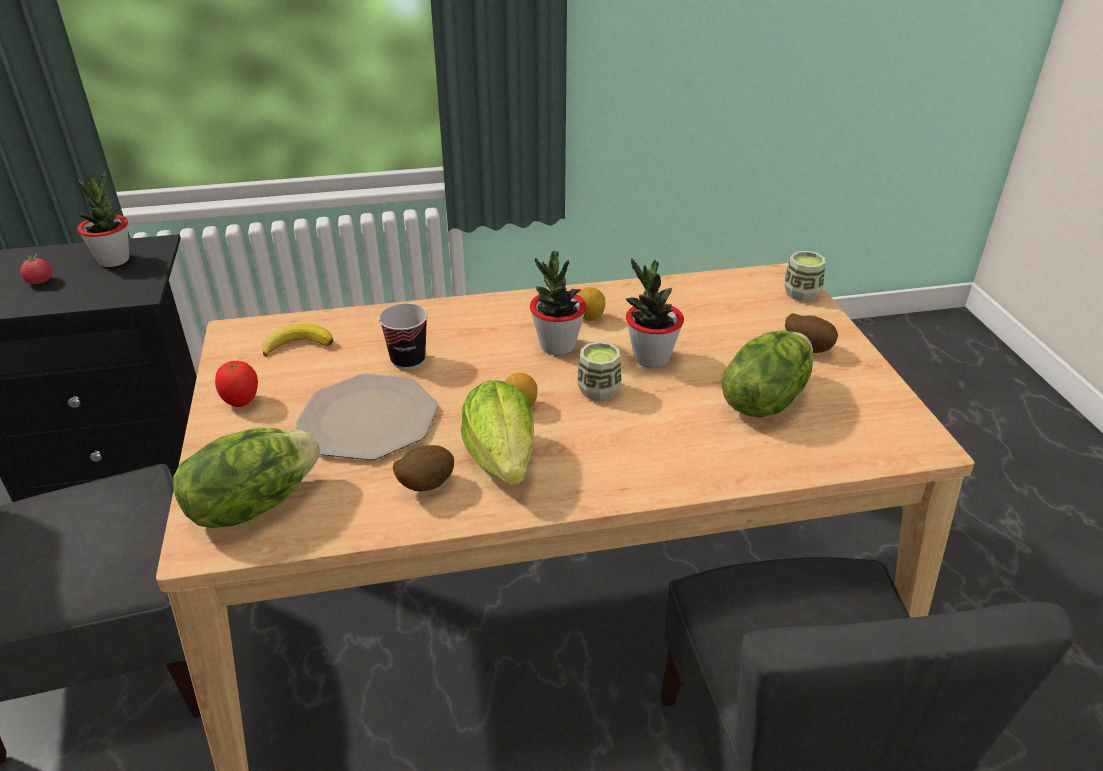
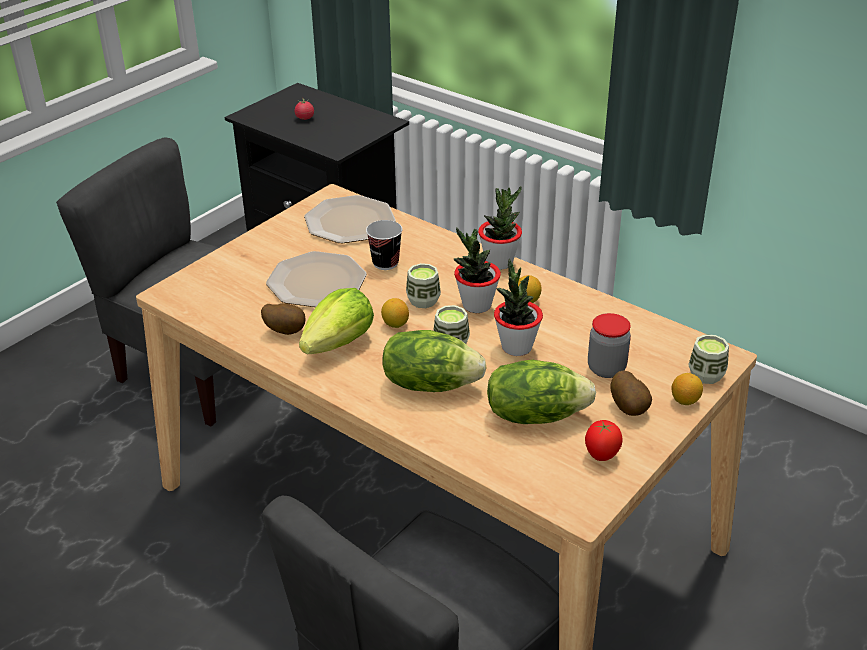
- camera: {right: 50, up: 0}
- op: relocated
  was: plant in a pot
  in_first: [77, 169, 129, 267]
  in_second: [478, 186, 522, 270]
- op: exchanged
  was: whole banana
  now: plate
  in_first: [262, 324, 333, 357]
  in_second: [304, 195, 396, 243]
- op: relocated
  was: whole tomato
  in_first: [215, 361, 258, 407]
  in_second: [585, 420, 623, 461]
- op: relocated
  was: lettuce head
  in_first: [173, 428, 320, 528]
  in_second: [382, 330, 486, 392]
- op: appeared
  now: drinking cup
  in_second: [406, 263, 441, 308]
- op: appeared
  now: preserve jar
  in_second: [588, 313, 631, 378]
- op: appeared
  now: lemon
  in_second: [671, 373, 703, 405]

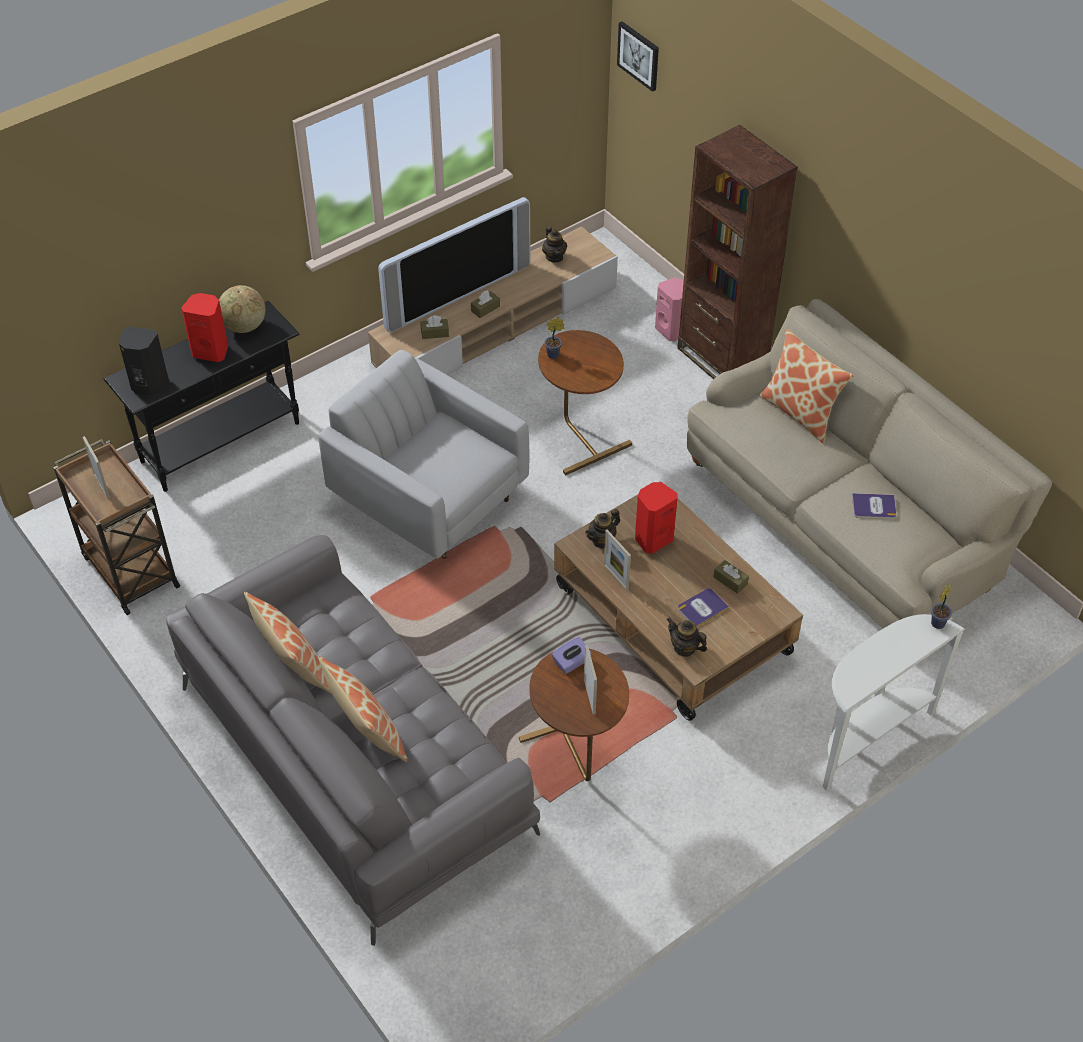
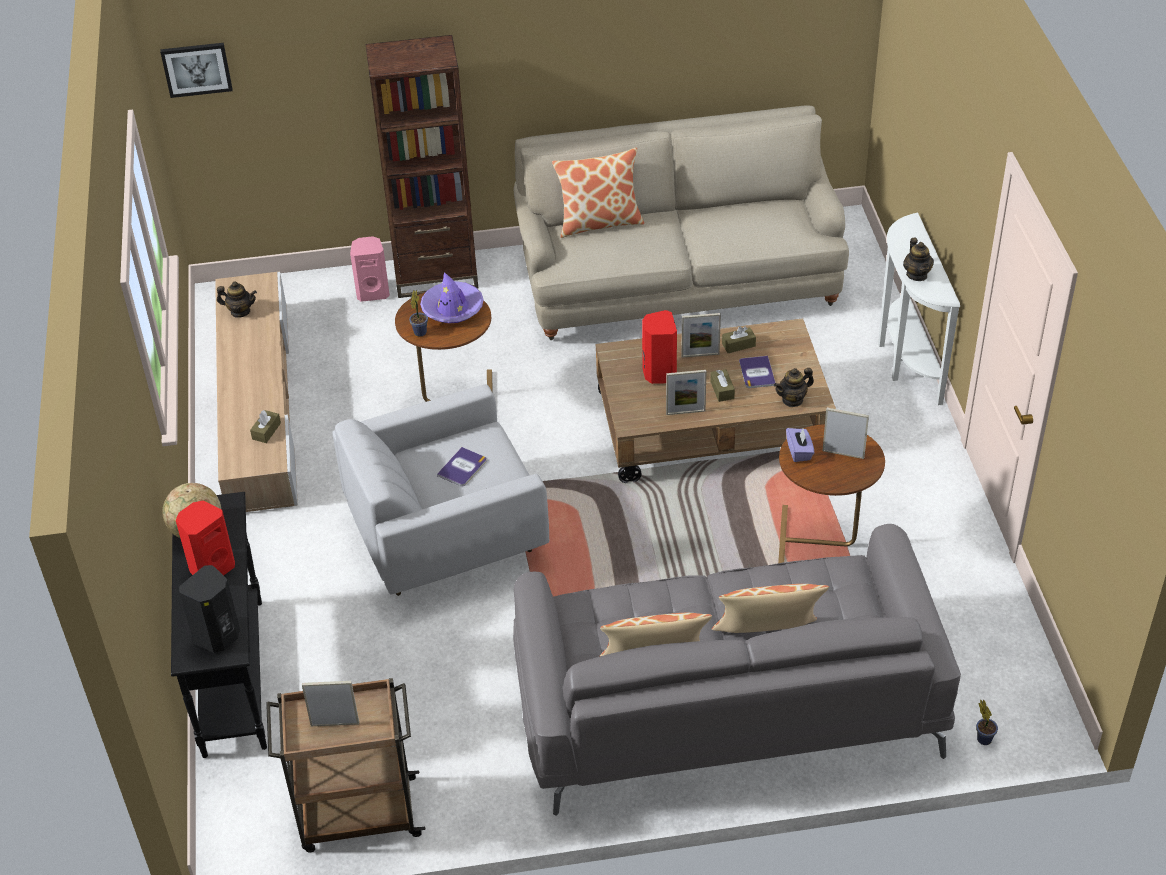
- camera: {right: -60, up: -5}
- op: missing
  was: television
  in_first: [378, 197, 530, 332]
- op: relocated
  was: brown-coloured tissue holder
  in_first: [471, 291, 500, 318]
  in_second: [710, 369, 735, 402]
- op: relocated
  was: bound book
  in_first: [852, 493, 896, 519]
  in_second: [437, 447, 487, 486]
- op: relocated
  was: teapot
  in_first: [585, 509, 620, 549]
  in_second: [903, 237, 934, 281]
- op: relocated
  was: plant in a pot
  in_first: [931, 584, 952, 629]
  in_second: [976, 700, 998, 745]
- op: appeared
  now: purple wearable hat
  in_second: [420, 272, 484, 324]
- op: appeared
  now: photo frame
  in_second: [681, 313, 721, 358]

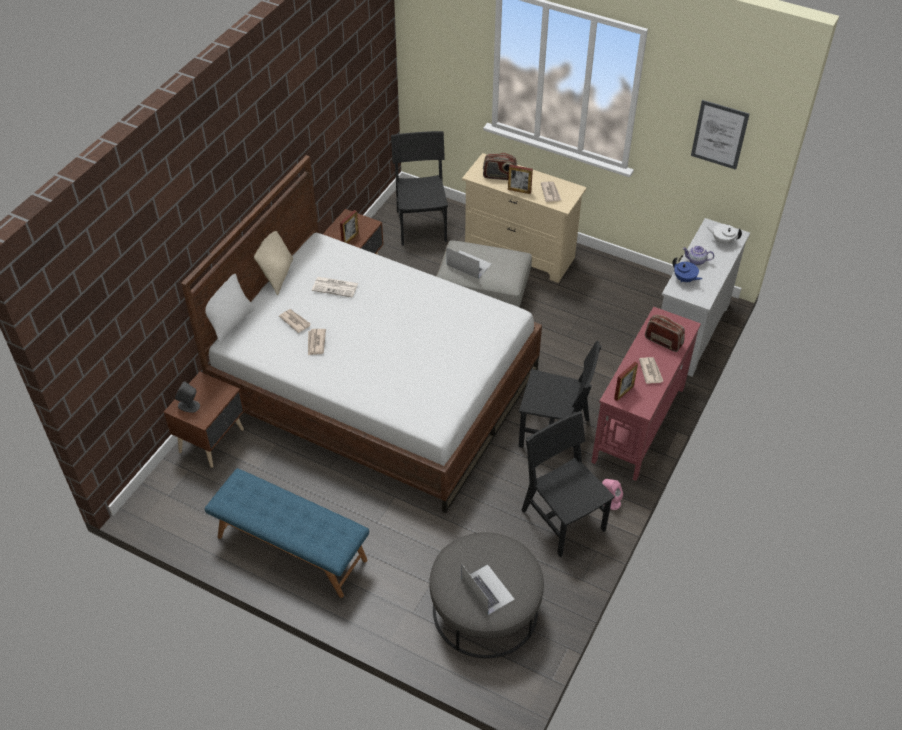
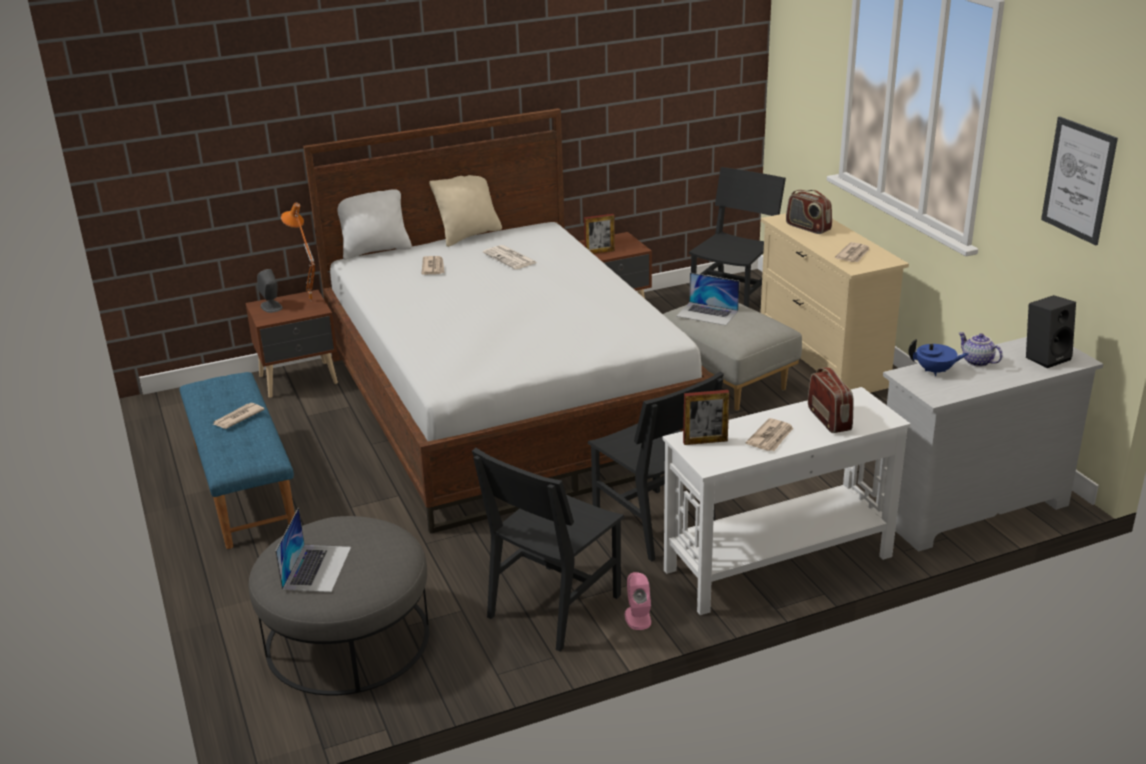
- camera: {right: 40, up: -20}
- op: missing
  was: photo frame
  in_first: [508, 165, 533, 194]
- op: exchanged
  was: whitish teapot
  now: blackish loudspeaker
  in_first: [707, 224, 742, 244]
  in_second: [1026, 295, 1076, 368]
- op: spun
  was: notebook computer
  in_first: [447, 248, 491, 279]
  in_second: [676, 273, 740, 325]
  clockwise: 135
- op: spun
  was: blue-coloured teapot
  in_first: [672, 257, 703, 282]
  in_second: [908, 339, 969, 376]
  clockwise: -75
- op: colour
  was: red-coloured narrow table
  now: whitish narrow table
  in_first: [591, 307, 701, 481]
  in_second: [663, 387, 910, 615]
- op: relocated
  was: newspaper
  in_first: [308, 329, 326, 355]
  in_second: [213, 403, 264, 429]
- op: spun
  was: blackish chair
  in_first: [521, 411, 615, 557]
  in_second: [472, 448, 625, 652]
  clockwise: -150
- op: appeared
  now: orange tabletop lamp
  in_second: [281, 203, 315, 301]

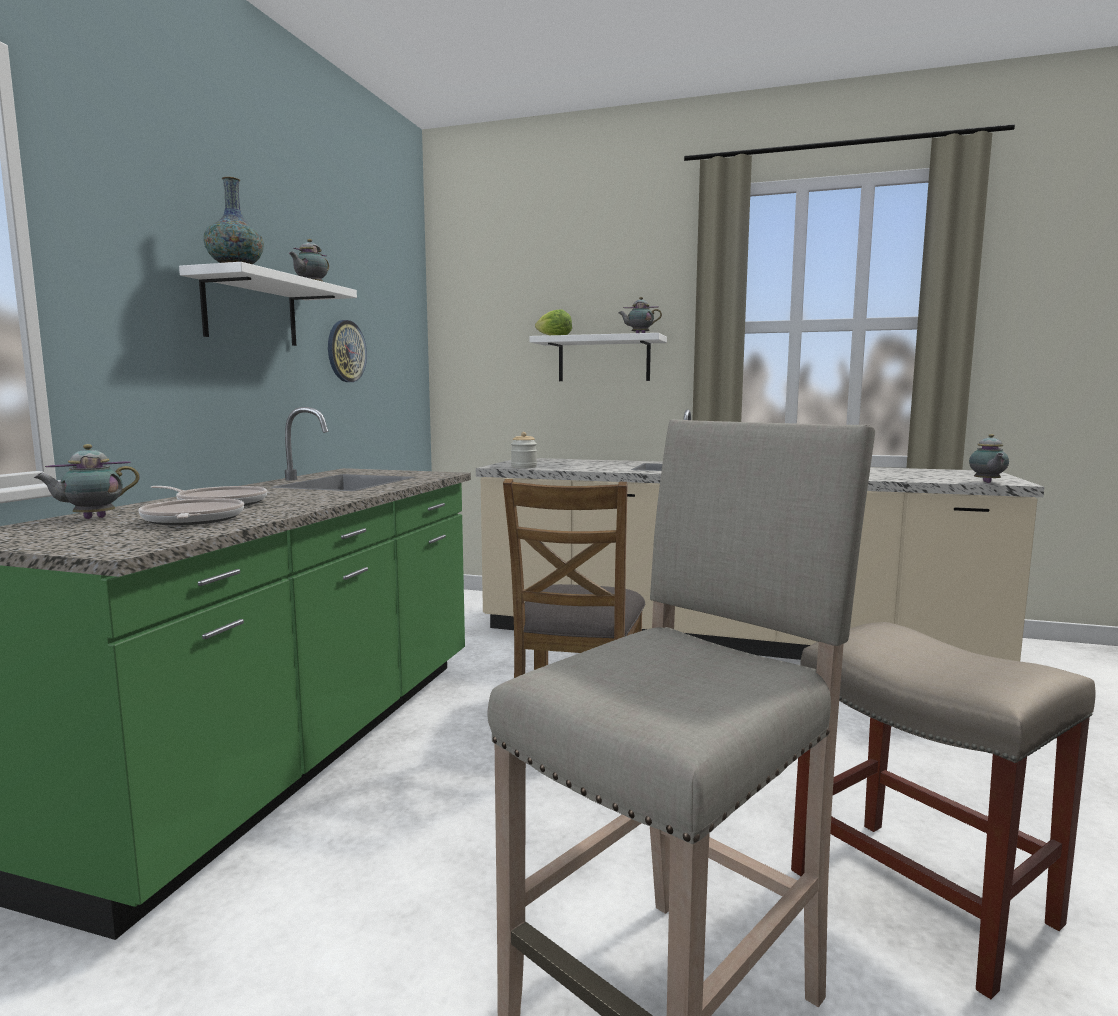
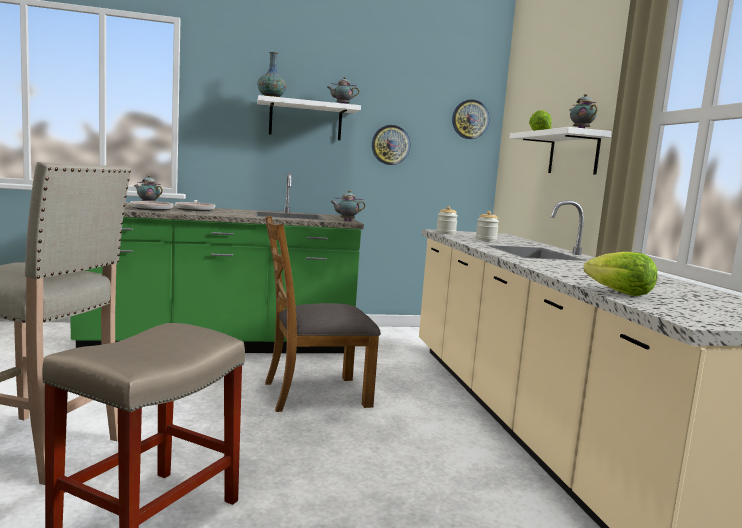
- camera: {right: 60, up: 0}
- op: relocated
  was: teapot
  in_first: [969, 434, 1009, 483]
  in_second: [330, 190, 366, 221]
- op: appeared
  now: wall clock
  in_second: [452, 99, 489, 139]
- op: appeared
  now: preserve jar
  in_second: [476, 211, 499, 241]
- op: appeared
  now: lettuce head
  in_second: [583, 251, 658, 296]

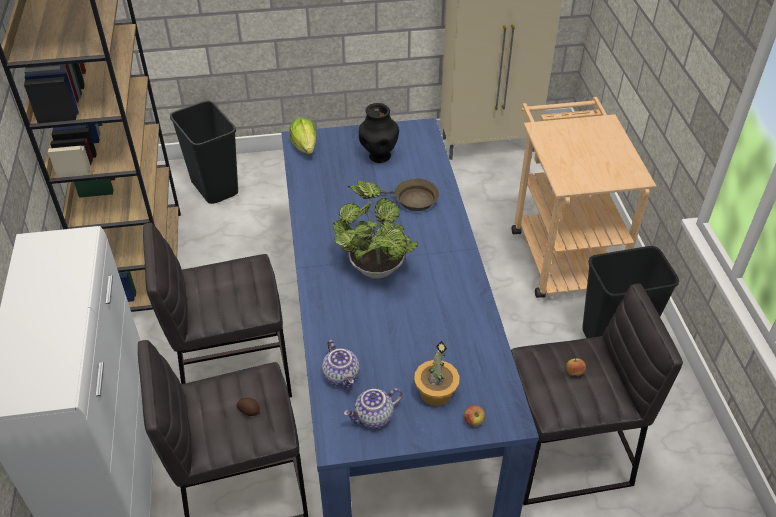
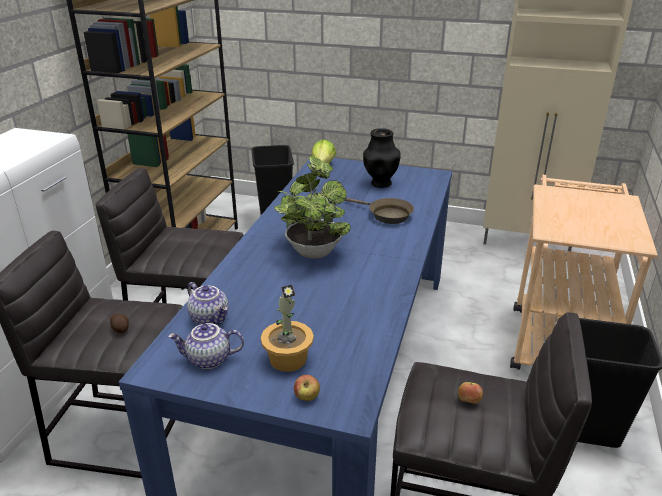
- camera: {right: 25, up: -15}
- op: spun
  was: teapot
  in_first: [322, 340, 360, 389]
  in_second: [187, 282, 228, 325]
  clockwise: -45

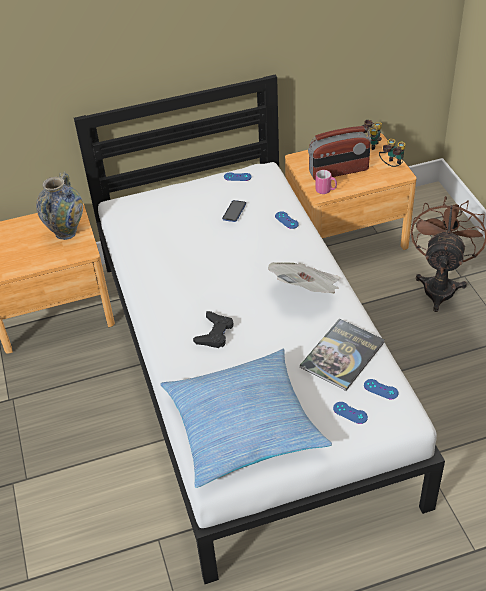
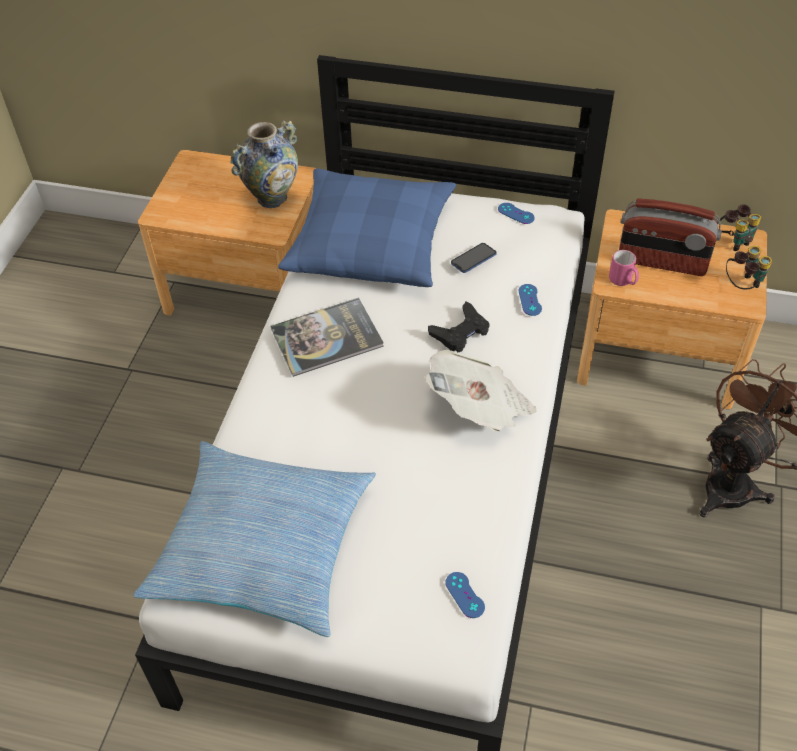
- camera: {right: 30, up: 5}
- op: relocated
  was: blackish game controller
  in_first: [193, 311, 234, 348]
  in_second: [428, 302, 490, 353]
- op: relocated
  was: bound book
  in_first: [300, 319, 385, 391]
  in_second: [271, 298, 384, 377]
- op: missing
  was: blue-coloured game controller
  in_first: [333, 402, 368, 424]
- op: appeared
  now: blue-coloured throw pillow
  in_second: [278, 168, 456, 287]

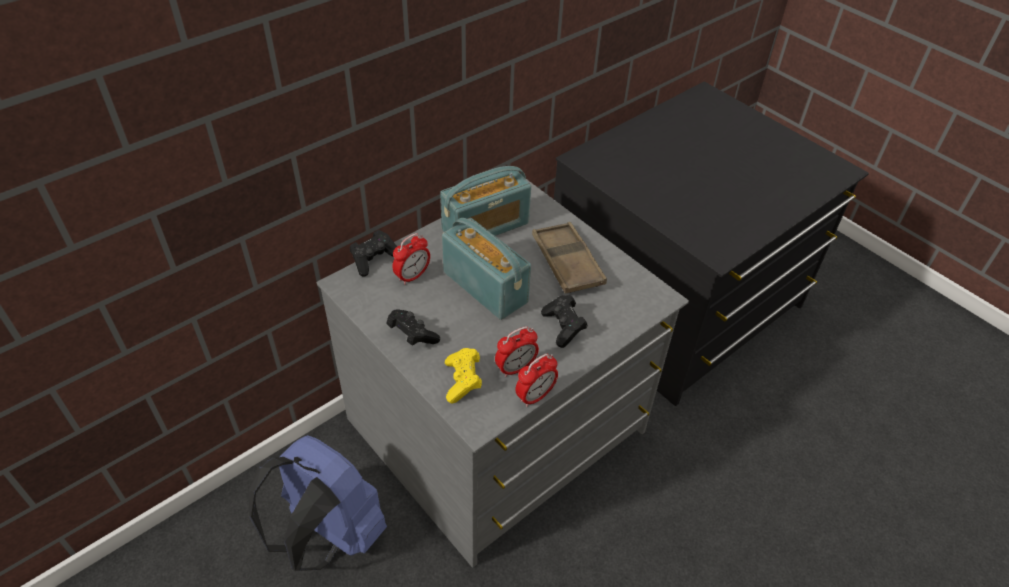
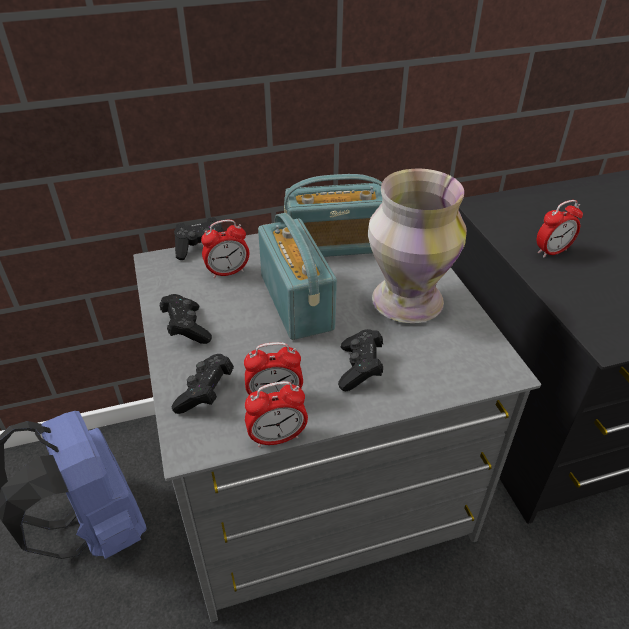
- camera: {right: 25, up: -5}
- op: exchanged
  was: brown-coloured tray
  now: decorative vase
  in_first: [532, 222, 607, 294]
  in_second: [368, 169, 467, 323]
- op: colour
  was: yellowish game controller
  now: blackish game controller
  in_first: [445, 348, 482, 404]
  in_second: [172, 354, 234, 414]
- op: appeared
  now: bedside clock
  in_second: [537, 200, 583, 258]

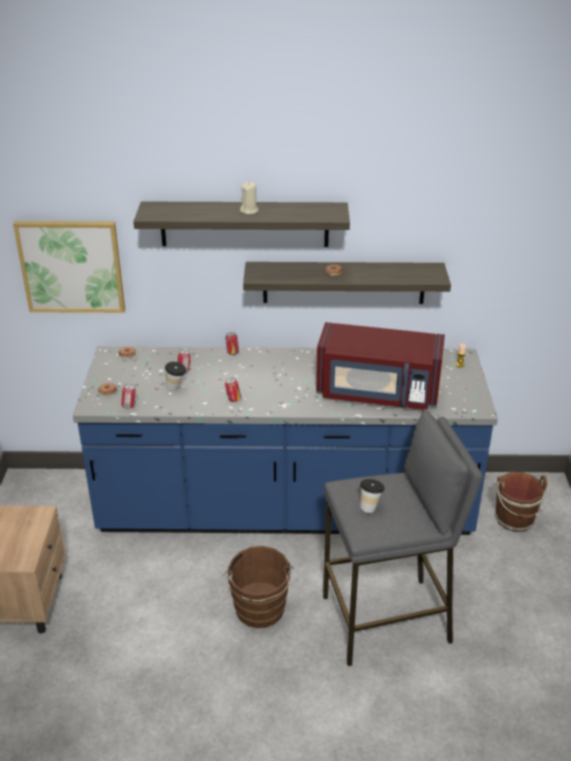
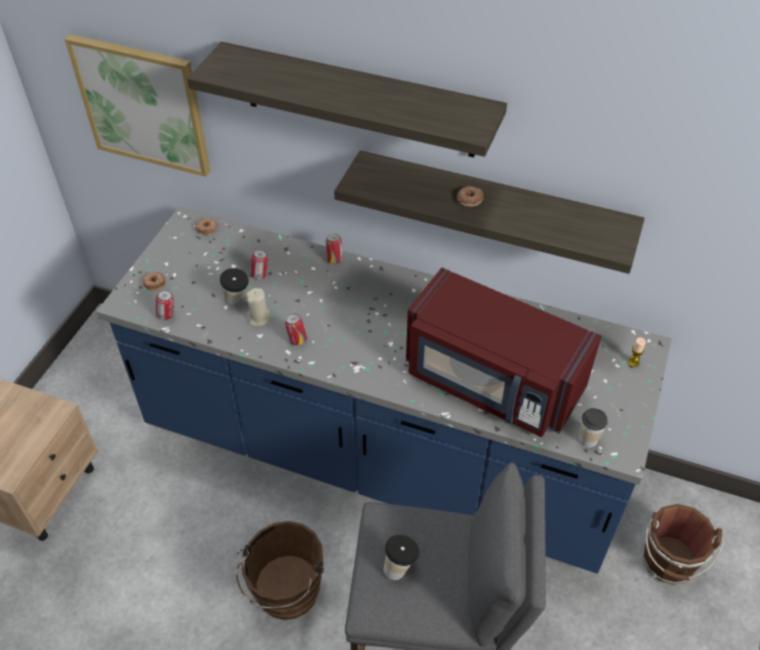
- camera: {right: 20, up: 15}
- op: relocated
  was: beige candle
  in_first: [240, 182, 259, 214]
  in_second: [246, 288, 272, 326]
- op: appeared
  now: drinking cup
  in_second: [579, 408, 608, 448]

